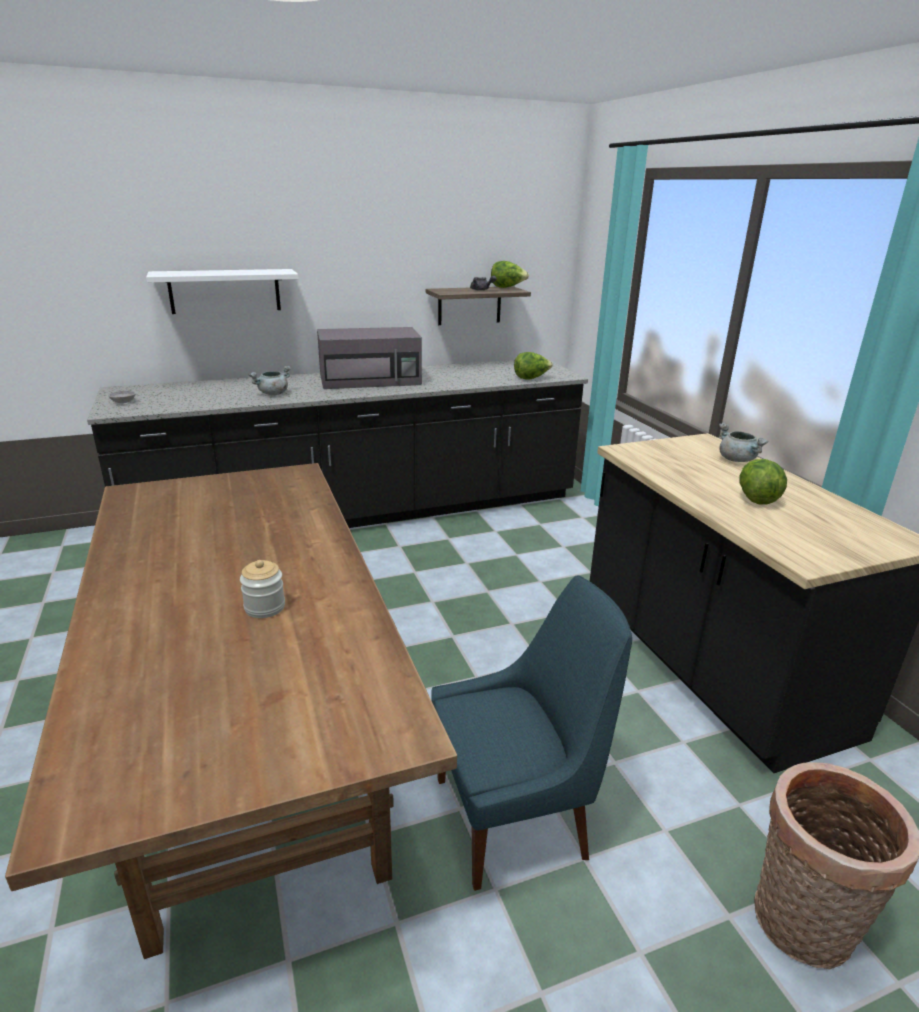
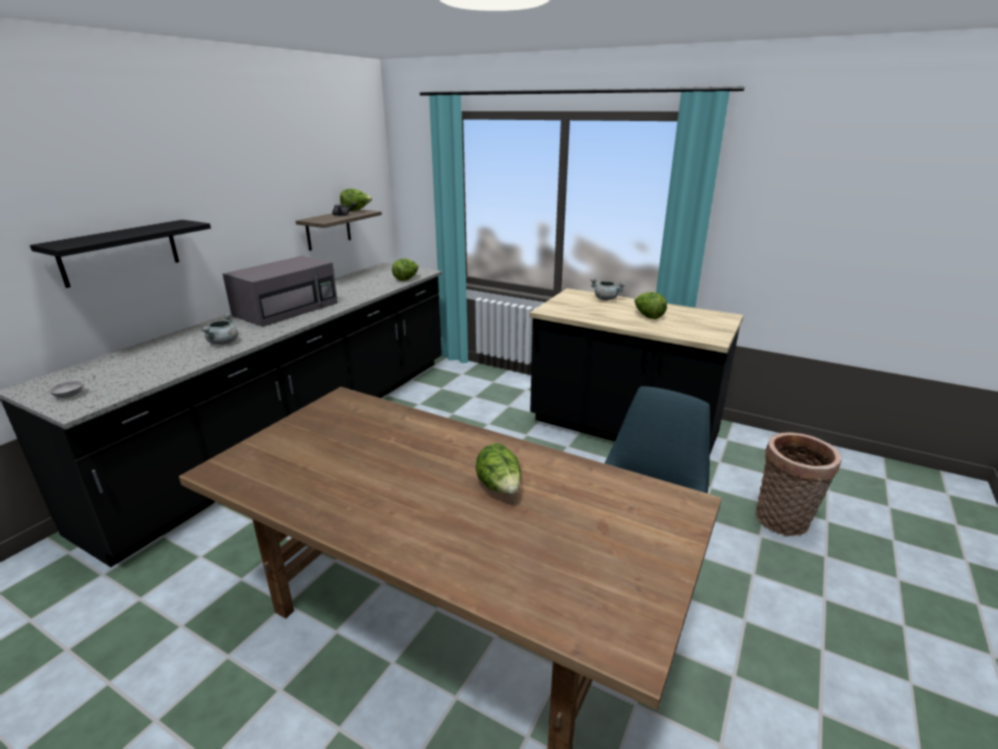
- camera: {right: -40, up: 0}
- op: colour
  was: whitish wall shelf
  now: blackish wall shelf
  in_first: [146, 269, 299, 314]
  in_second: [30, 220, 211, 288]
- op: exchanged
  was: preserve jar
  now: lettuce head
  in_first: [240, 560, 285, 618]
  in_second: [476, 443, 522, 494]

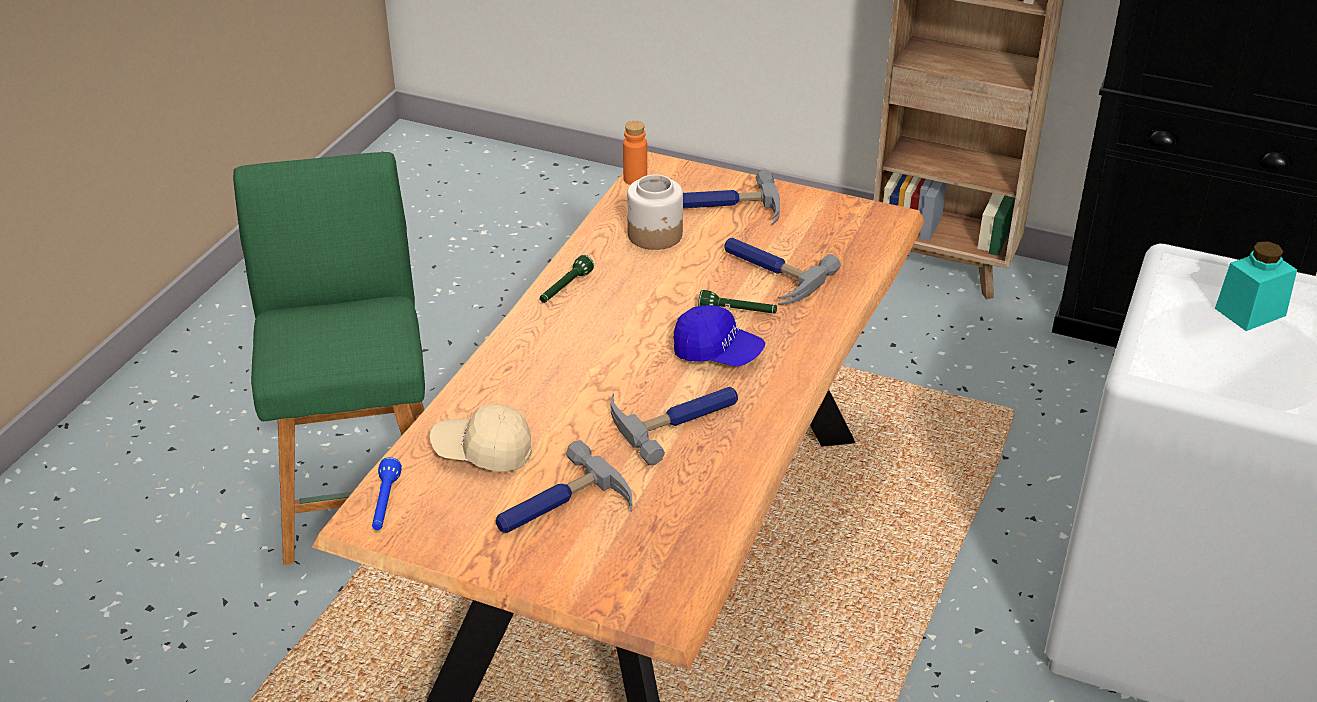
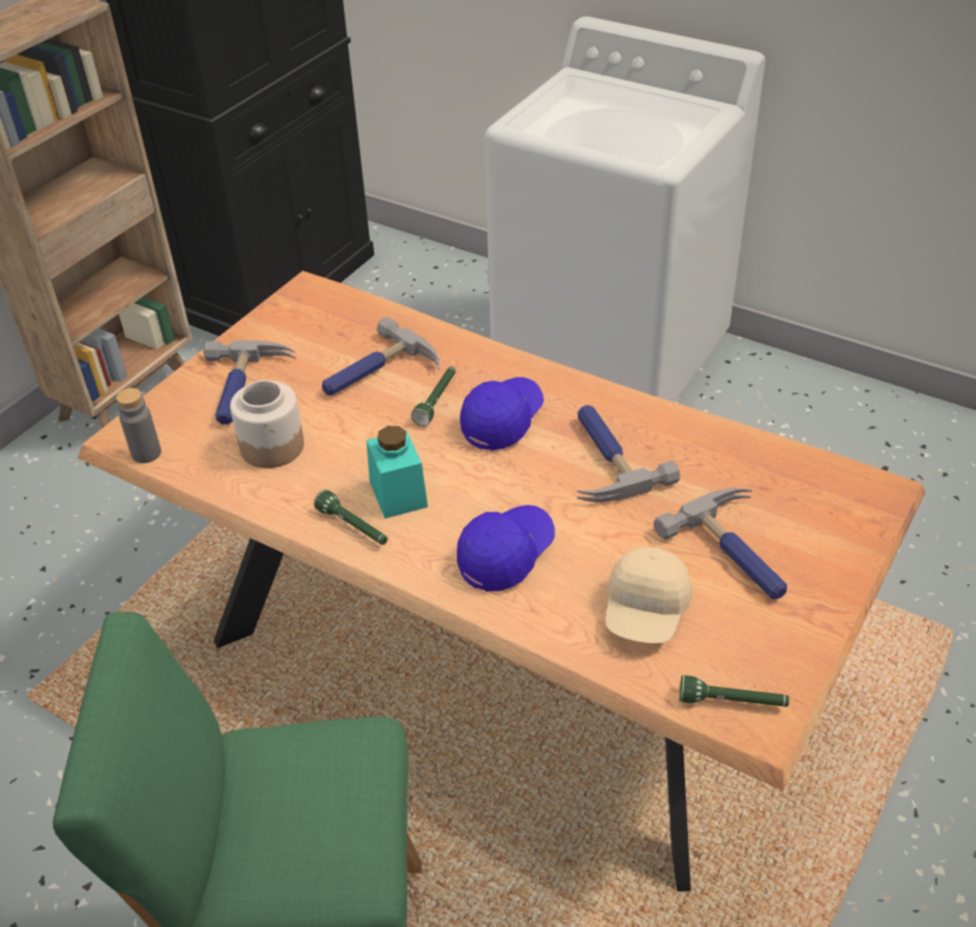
- camera: {right: -80, up: 5}
- op: colour
  was: orange beverage bottle
  now: greyish beverage bottle
  in_first: [623, 121, 647, 185]
  in_second: [116, 388, 161, 463]
- op: relocated
  was: turquoise-coloured preserve jar
  in_first: [1215, 241, 1297, 331]
  in_second: [366, 426, 428, 519]
- op: colour
  was: blue-coloured hand torch
  now: green-coloured hand torch
  in_first: [372, 457, 402, 530]
  in_second: [679, 675, 789, 707]
- op: appeared
  now: blue-coloured cap
  in_second: [457, 505, 555, 591]

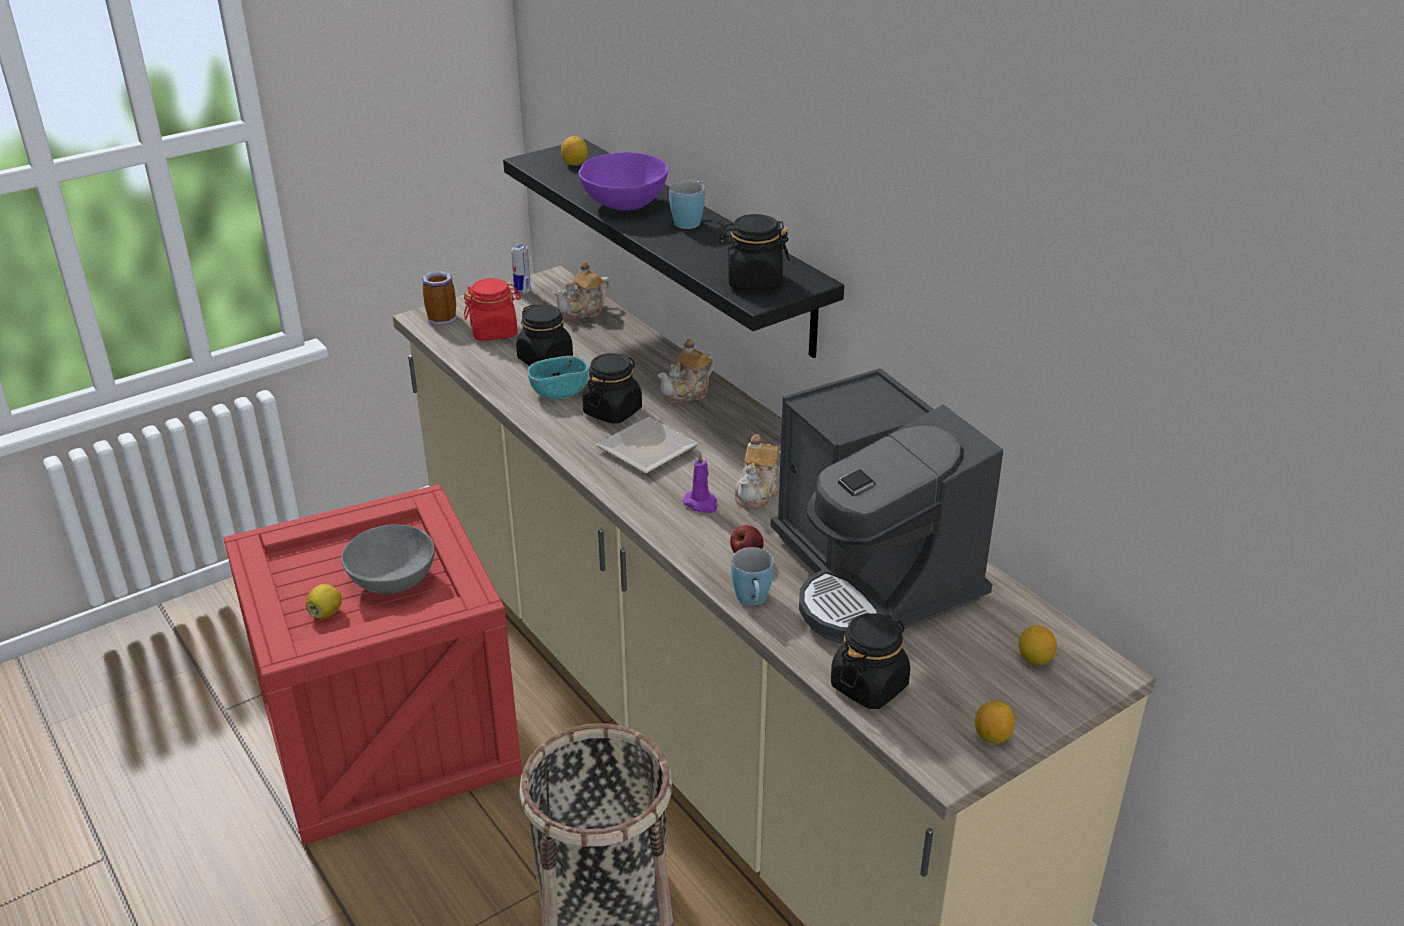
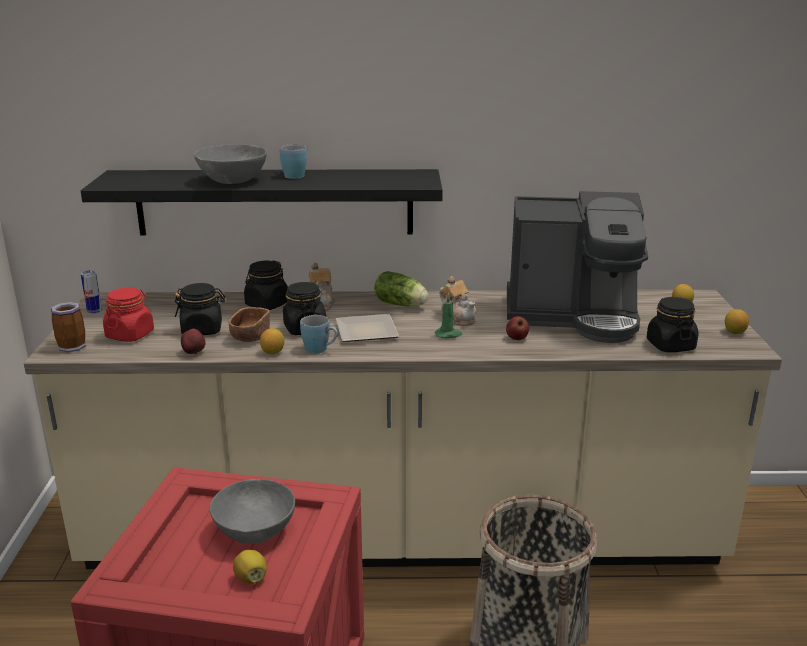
- camera: {right: -55, up: -10}
- op: relocated
  was: lemon
  in_first: [561, 136, 588, 166]
  in_second: [260, 328, 284, 354]
- op: colour
  was: purple bowl
  now: greyish bowl
  in_first: [578, 152, 668, 211]
  in_second: [194, 144, 267, 184]
- op: relocated
  was: blackish preserve jar
  in_first: [719, 214, 790, 290]
  in_second: [244, 260, 288, 310]
- op: missing
  was: teapot
  in_first: [553, 261, 611, 320]
- op: colour
  was: turquoise-coloured bowl
  now: brown-coloured bowl
  in_first: [528, 356, 589, 399]
  in_second: [229, 307, 270, 342]
- op: colour
  was: purple candle
  now: green-coloured candle
  in_first: [683, 451, 717, 513]
  in_second: [435, 293, 462, 338]
- op: relocated
  was: blue-coloured tea mug
  in_first: [731, 547, 774, 606]
  in_second: [300, 315, 338, 354]
- op: appeared
  now: lettuce head
  in_second: [374, 271, 429, 306]
- op: appeared
  now: apple fruit
  in_second: [181, 329, 205, 355]

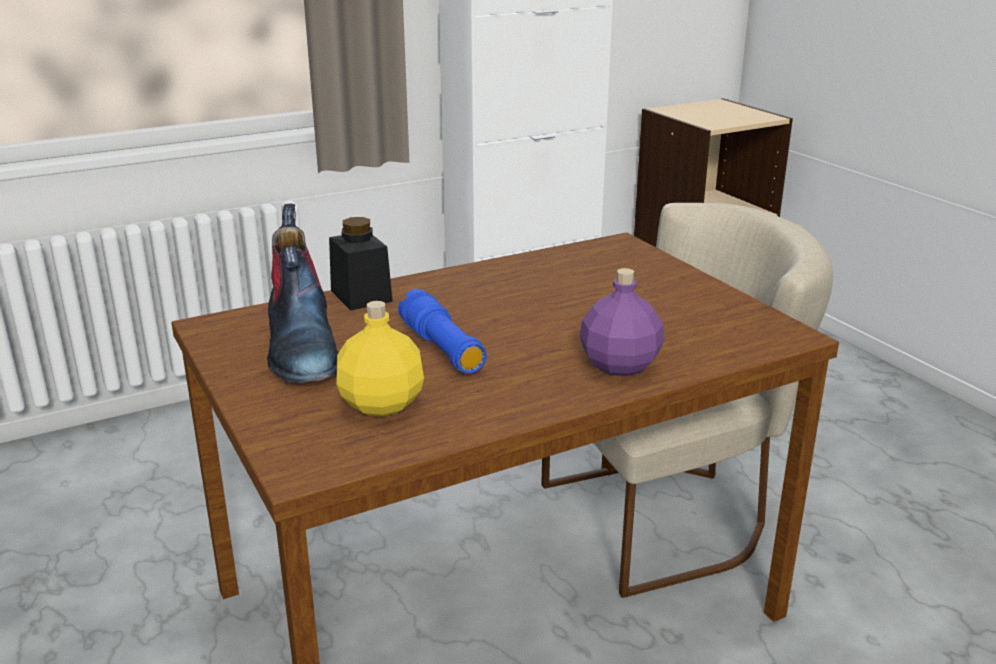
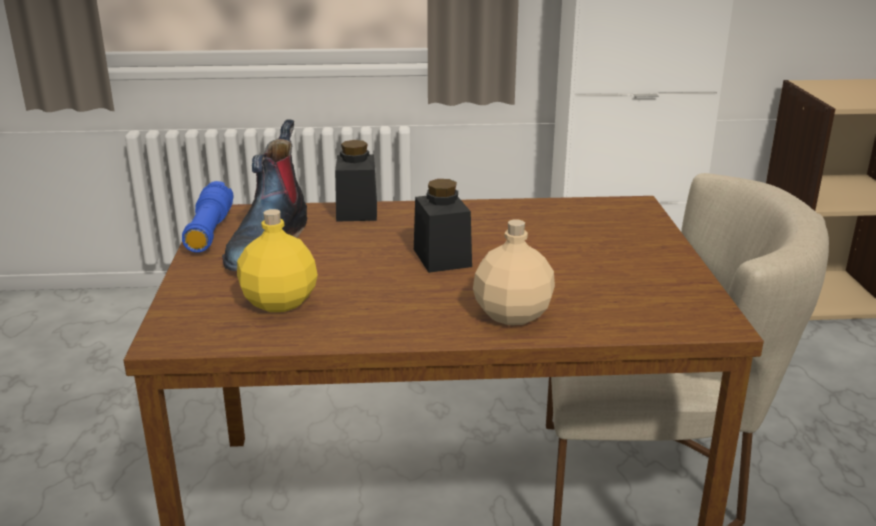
- camera: {right: 25, up: 0}
- op: colour
  was: purple beverage bottle
  now: beige beverage bottle
  in_first: [580, 268, 664, 376]
  in_second: [473, 220, 555, 325]
- op: relocated
  was: blue-coloured hand torch
  in_first: [398, 289, 487, 374]
  in_second: [182, 181, 234, 253]
- op: appeared
  now: blackish preserve jar
  in_second: [414, 179, 472, 273]

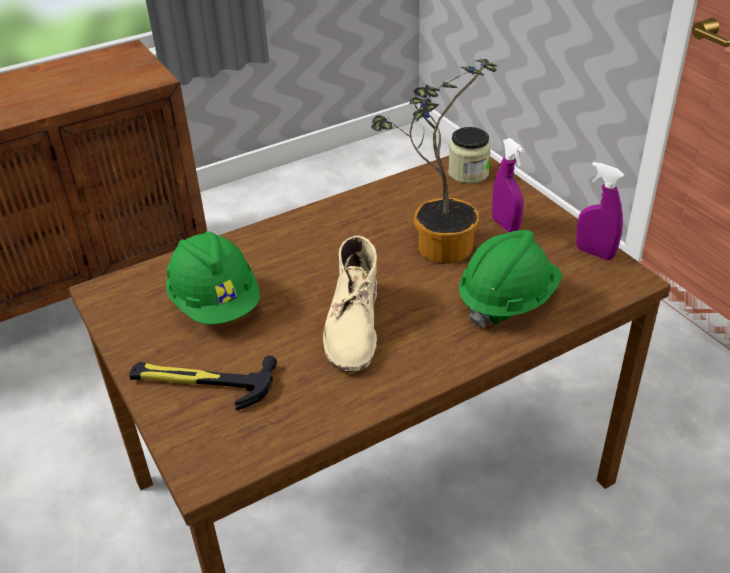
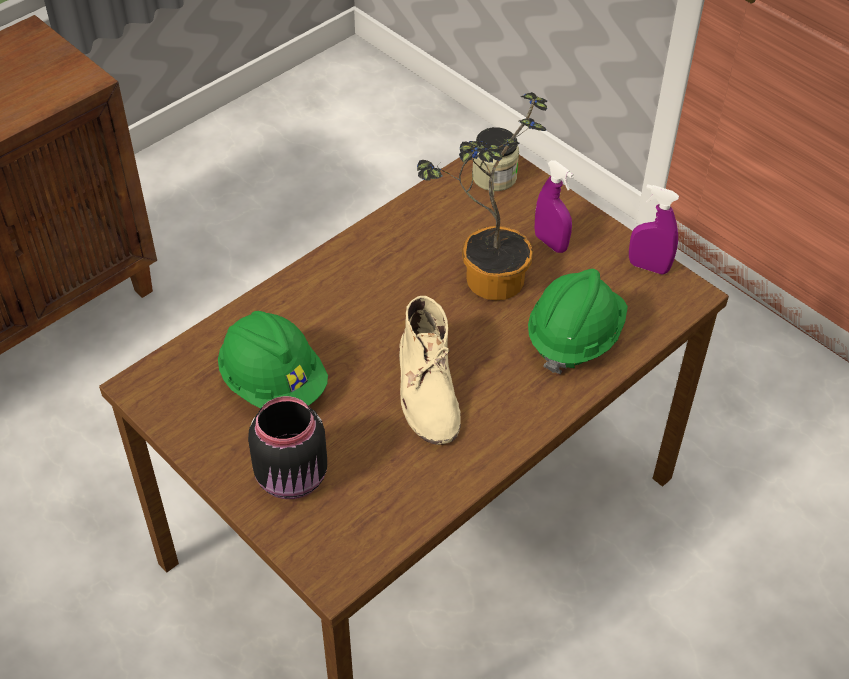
- camera: {right: -15, up: 10}
- op: exchanged
  was: tool hammer
  now: blackish preserve jar
  in_first: [129, 355, 277, 411]
  in_second: [248, 396, 327, 499]

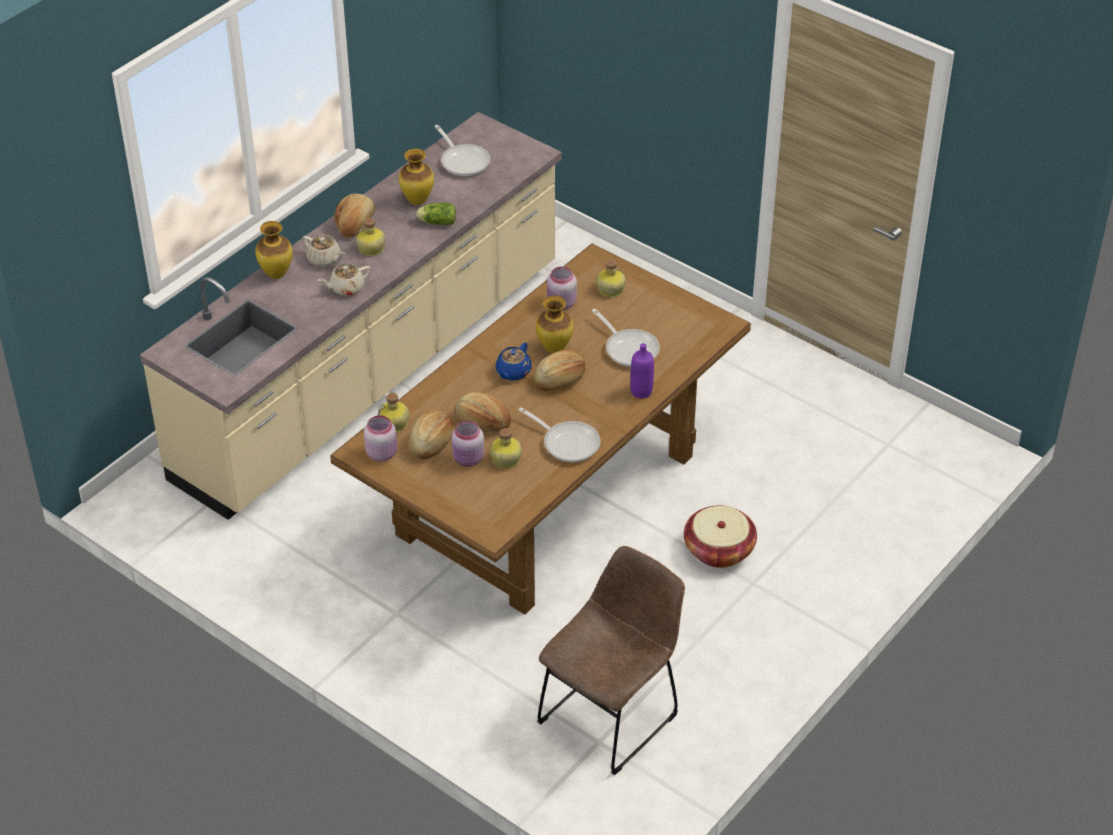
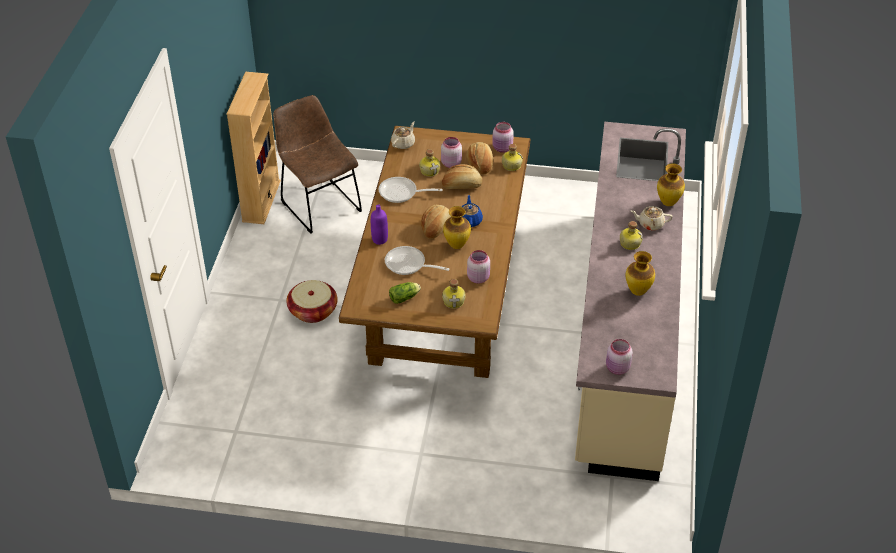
- camera: {right: 150, up: 0}
- op: missing
  was: skillet
  in_first: [434, 125, 490, 176]
- op: missing
  was: baked bread
  in_first: [335, 193, 375, 238]
- op: relocated
  was: lettuce head
  in_first: [416, 203, 456, 225]
  in_second: [389, 282, 421, 304]
- op: relocated
  was: beige teapot
  in_first: [318, 263, 371, 296]
  in_second: [391, 121, 415, 149]
- op: spun
  was: brown-coloured chair
  in_first: [537, 546, 685, 775]
  in_second: [273, 95, 362, 234]
  clockwise: 135
- op: appeared
  now: beige bookshelf
  in_second: [226, 72, 281, 224]
- op: appeared
  now: pinkish preserve jar
  in_second: [606, 339, 633, 375]

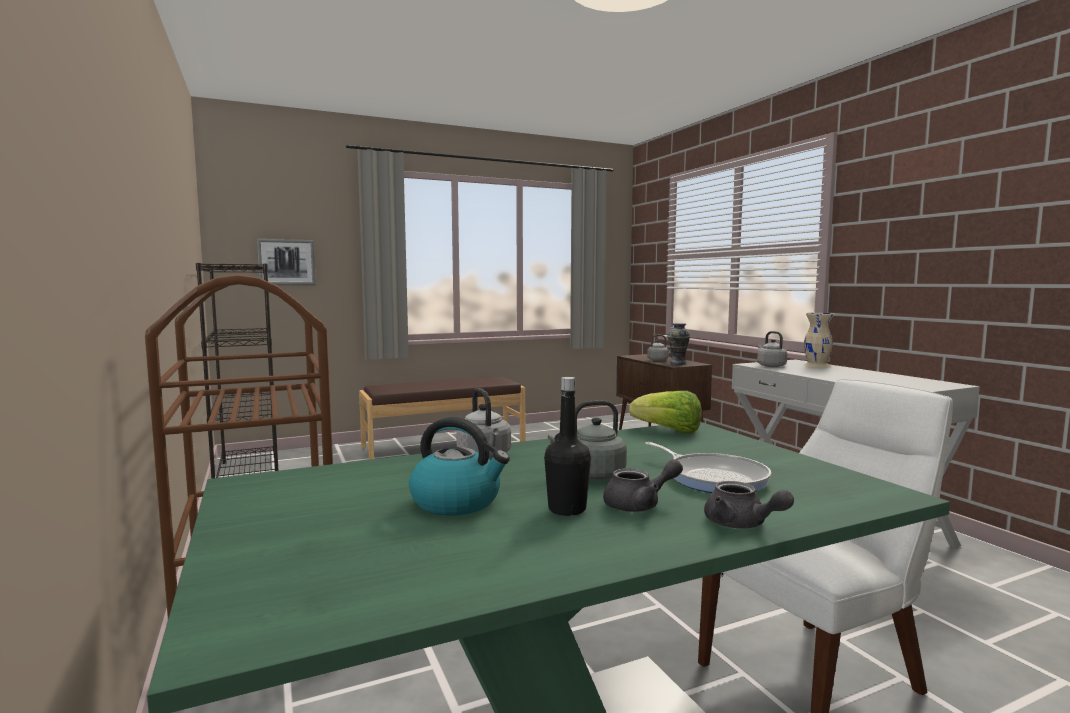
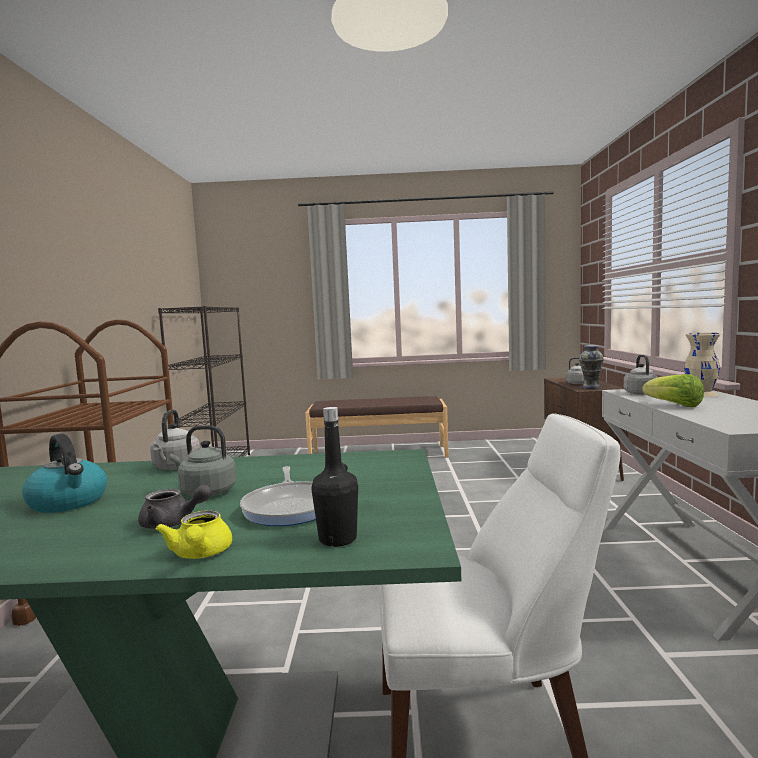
- camera: {right: 25, up: 0}
- op: missing
  was: wall picture
  in_first: [257, 239, 316, 285]
- op: relocated
  was: blackish beverage bottle
  in_first: [544, 377, 591, 516]
  in_second: [311, 407, 358, 547]
- op: relocated
  was: lettuce head
  in_first: [629, 391, 702, 433]
  in_second: [642, 374, 704, 407]
- op: colour
  was: greyish teapot
  now: yellowish teapot
  in_first: [704, 481, 794, 529]
  in_second: [155, 510, 232, 559]

